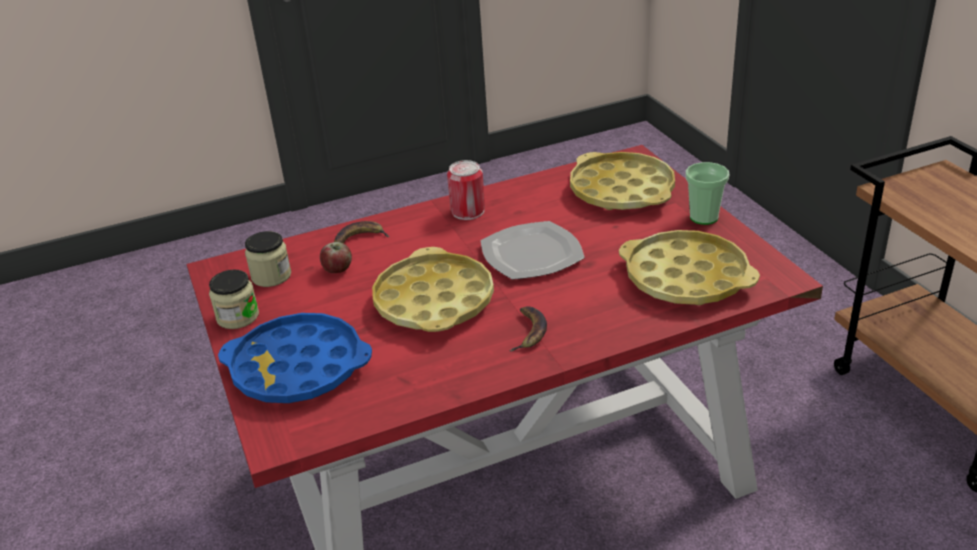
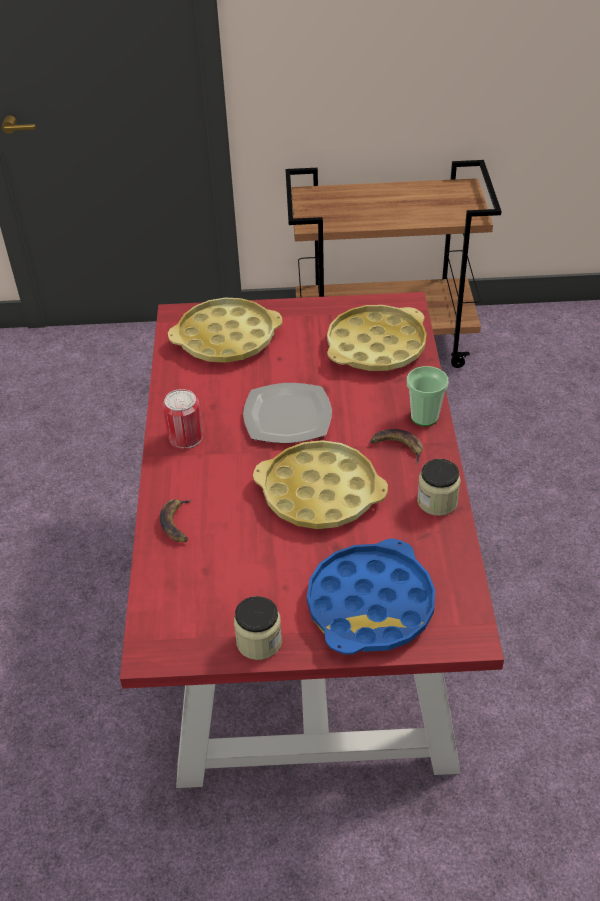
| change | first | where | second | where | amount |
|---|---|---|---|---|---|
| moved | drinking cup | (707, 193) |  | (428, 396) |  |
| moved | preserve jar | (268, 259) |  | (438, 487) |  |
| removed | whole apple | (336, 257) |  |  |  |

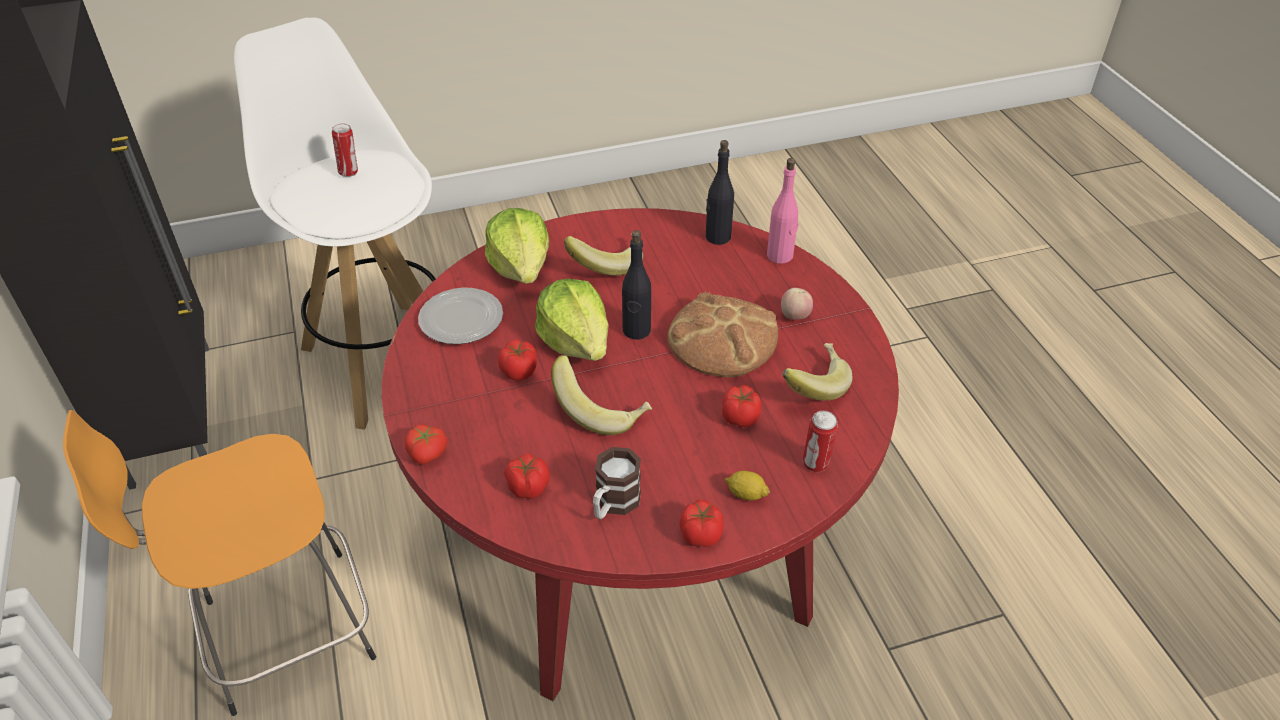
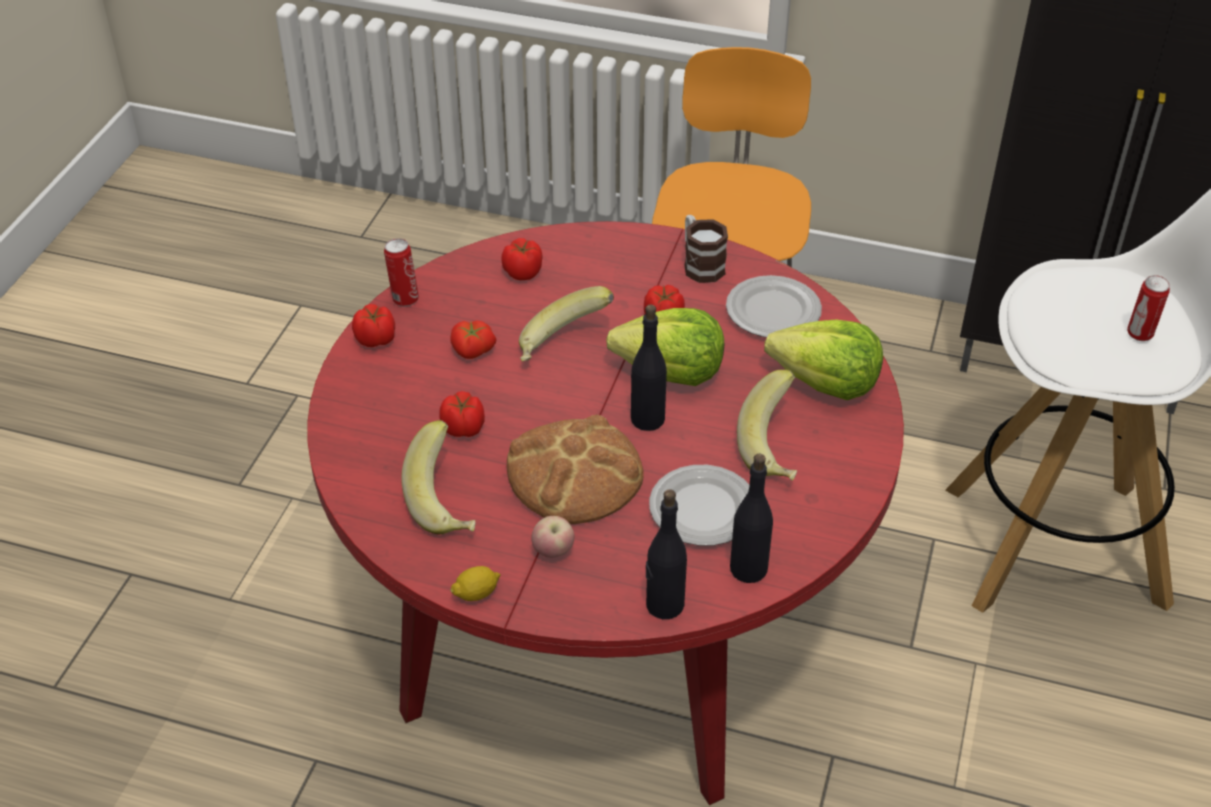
| change | first | where | second | where | amount |
|---|---|---|---|---|---|
| recoloured | pink-coloured bottle | (782, 211) | blackish bottle | (666, 554) |  |
| moved | sealed can | (820, 441) |  | (401, 272) |  |
| moved | tomato | (426, 444) |  | (473, 339) |  |
| moved | coffee mug | (617, 483) |  | (706, 249) |  |
| moved | citrus fruit | (747, 486) |  | (475, 583) |  |
| added |  |  | flat dish | (699, 505) |  |

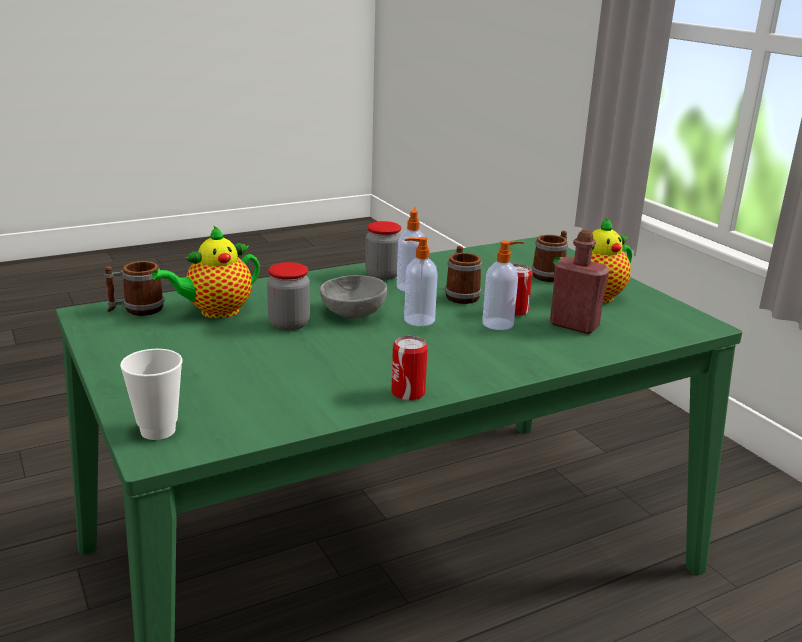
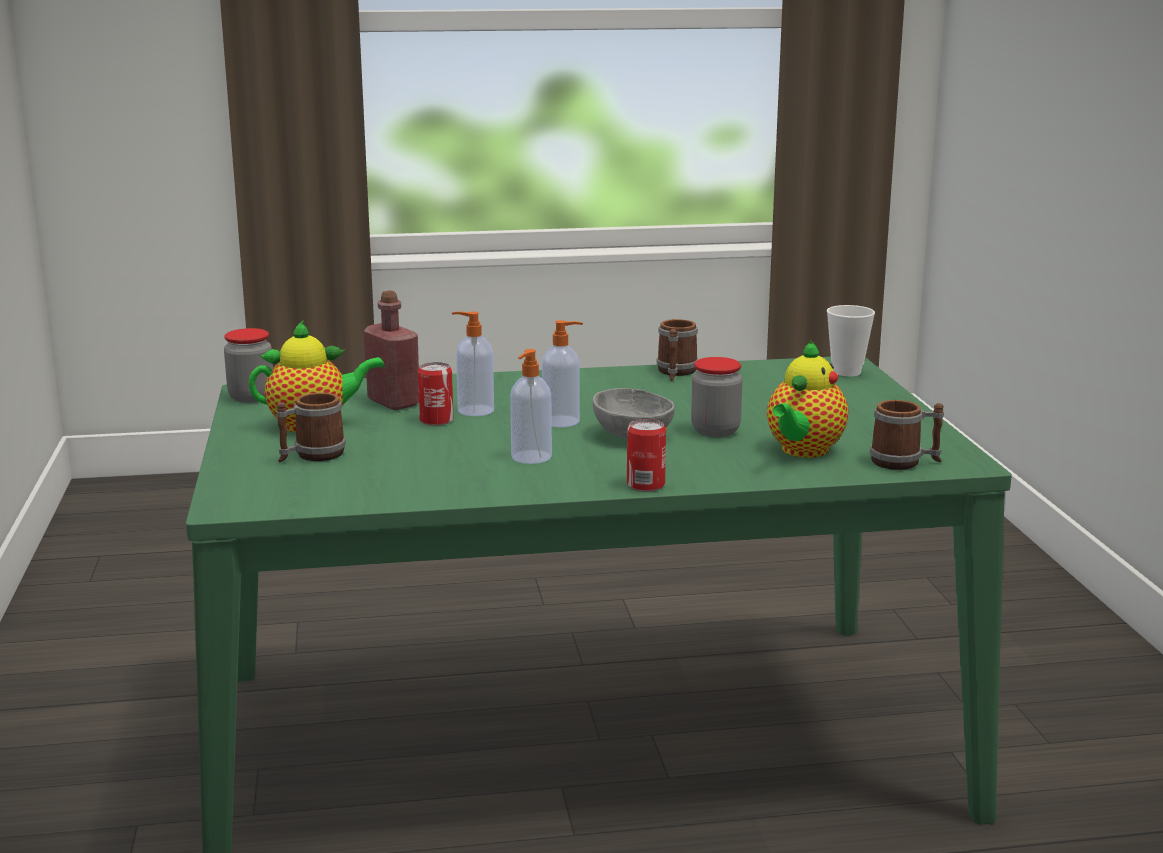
| change | first | where | second | where | amount |
|---|---|---|---|---|---|
| moved | preserve jar | (383, 250) |  | (248, 365) |  |
| turned | tea pot | (206, 271) |  | (807, 399) | 135 degrees clockwise |
| moved | coffee mug | (463, 275) |  | (677, 350) |  |
| moved | sealed can | (409, 368) |  | (646, 455) |  |

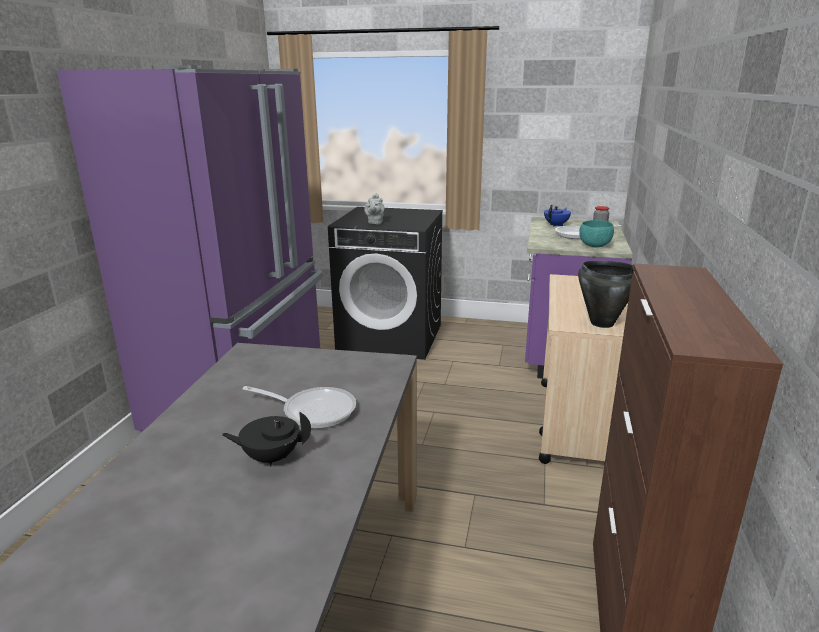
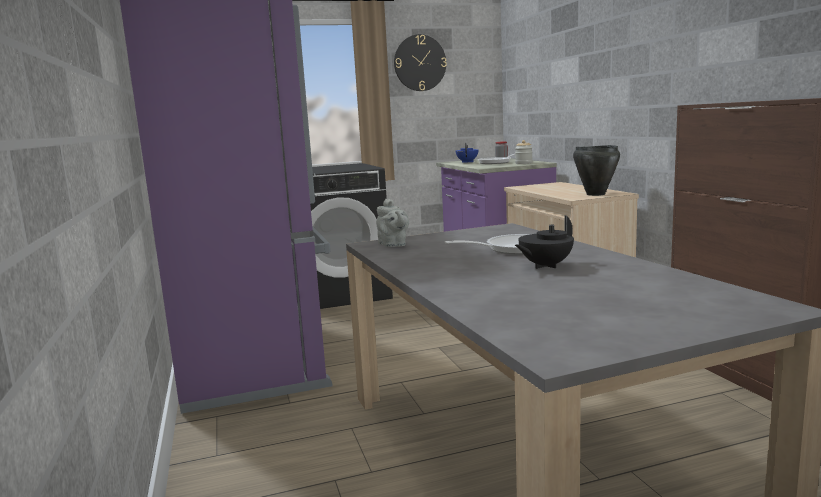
| change | first | where | second | where | amount |
|---|---|---|---|---|---|
| moved | greyish tea pot | (374, 208) |  | (392, 223) |  |
| replaced | blue-green deep dish | (596, 233) | preserve jar | (524, 152) |  |
| added |  |  | clock on the wall | (420, 62) |  |

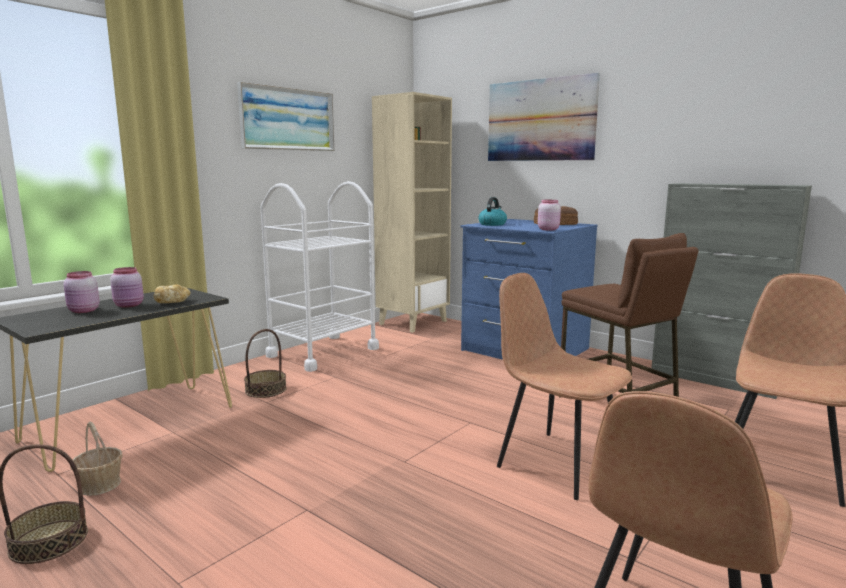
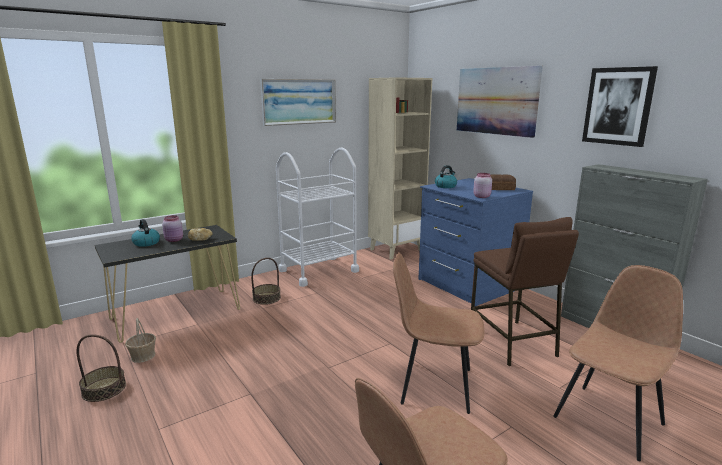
| change | first | where | second | where | amount |
|---|---|---|---|---|---|
| replaced | pink-coloured preserve jar | (82, 292) | tea kettle | (145, 233) |  |
| turned | brownish upright chair | (564, 386) |  | (438, 333) | 45 degrees counterclockwise |
| added |  |  | wall art | (620, 106) |  |

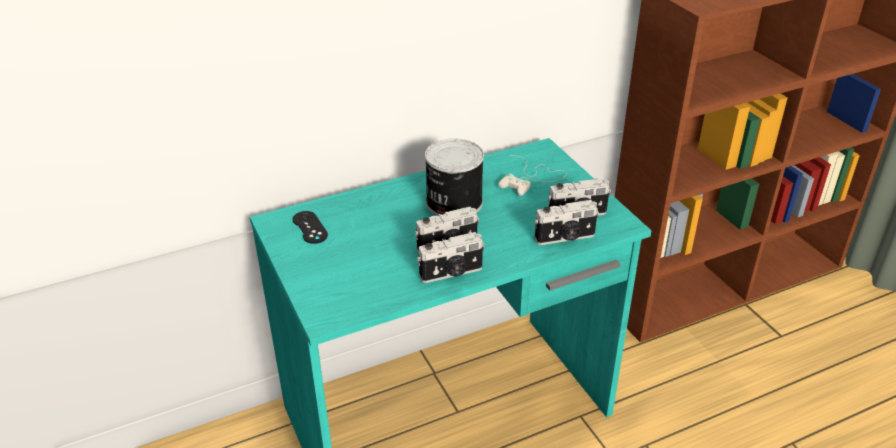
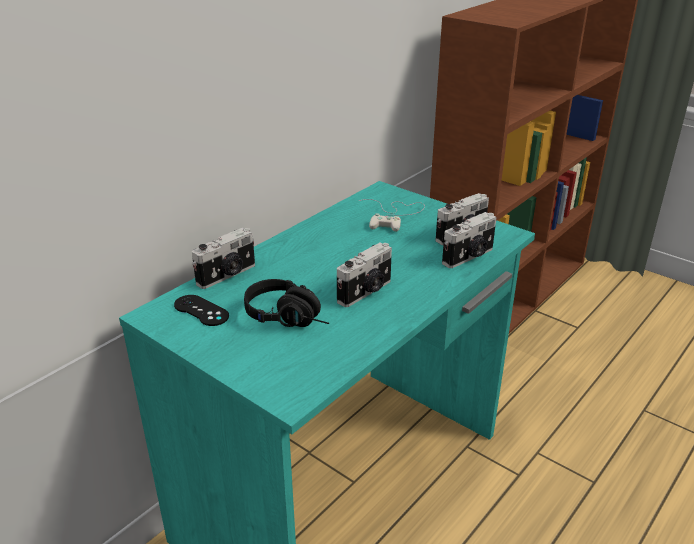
| change | first | where | second | where | amount |
|---|---|---|---|---|---|
| removed | sealed can | (454, 177) |  |  |  |
| moved | still camera | (451, 257) |  | (223, 258) |  |
| added |  |  | blackish headphones | (286, 303) |  |

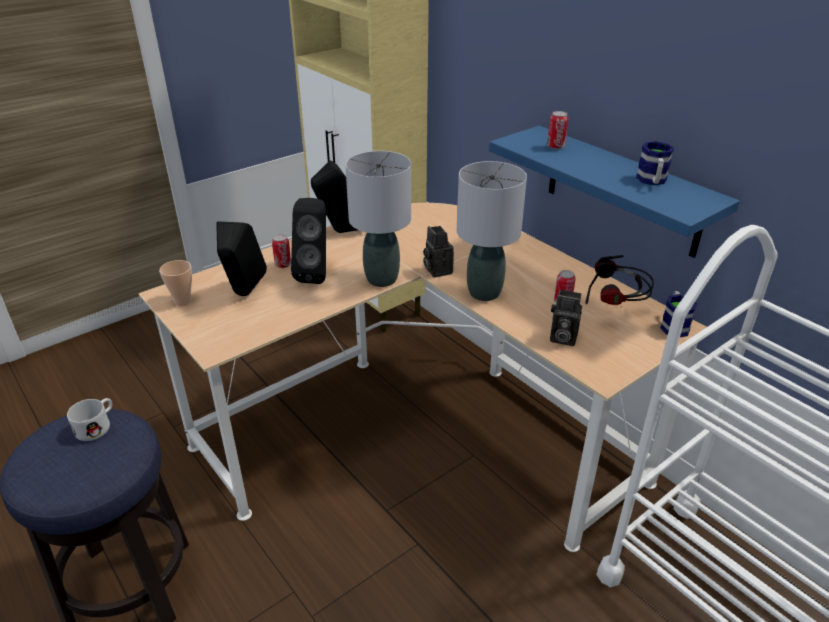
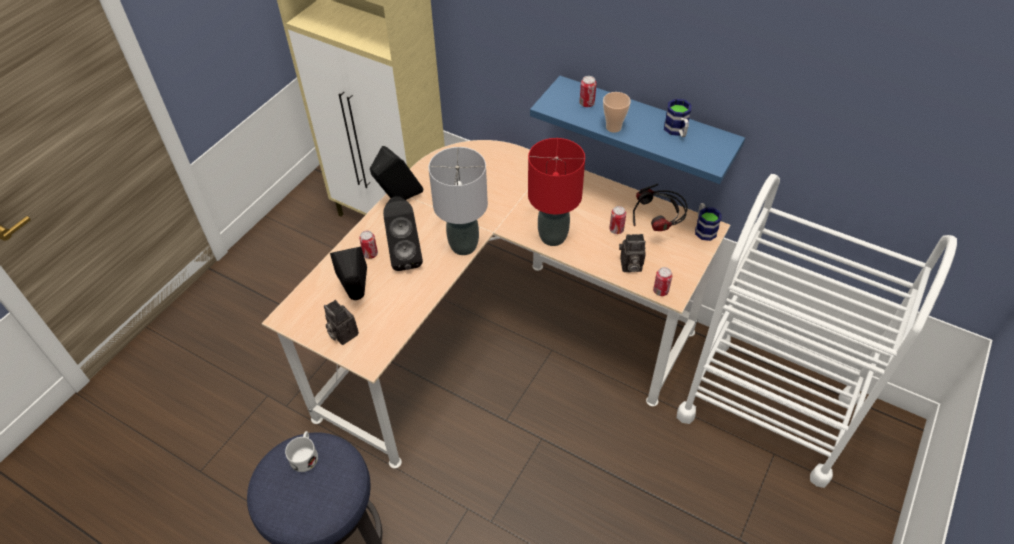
| change | first | where | second | where | amount |
|---|---|---|---|---|---|
| recoloured | greyish table lamp | (492, 231) | reddish table lamp | (556, 192) |  |
| moved | still camera | (438, 252) |  | (341, 322) |  |
| moved | drinking cup | (175, 282) |  | (617, 112) |  |
| added |  |  | sealed can | (663, 281) |  |

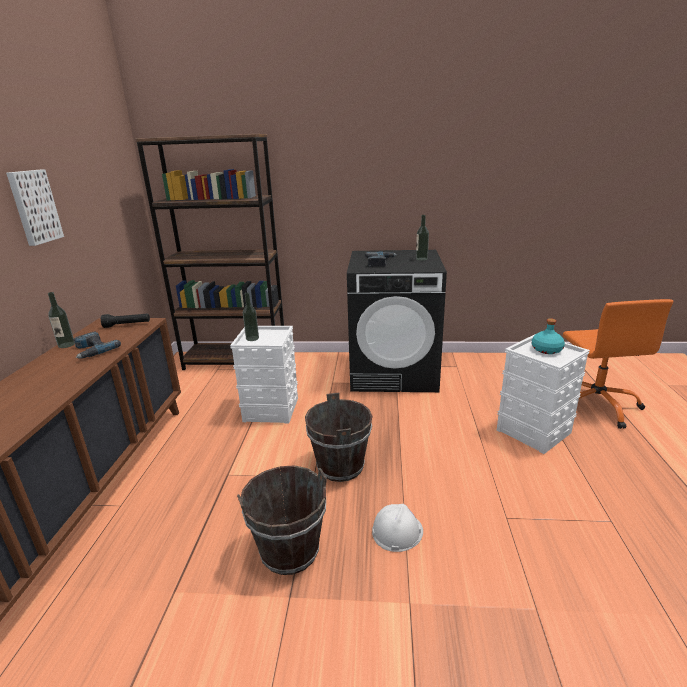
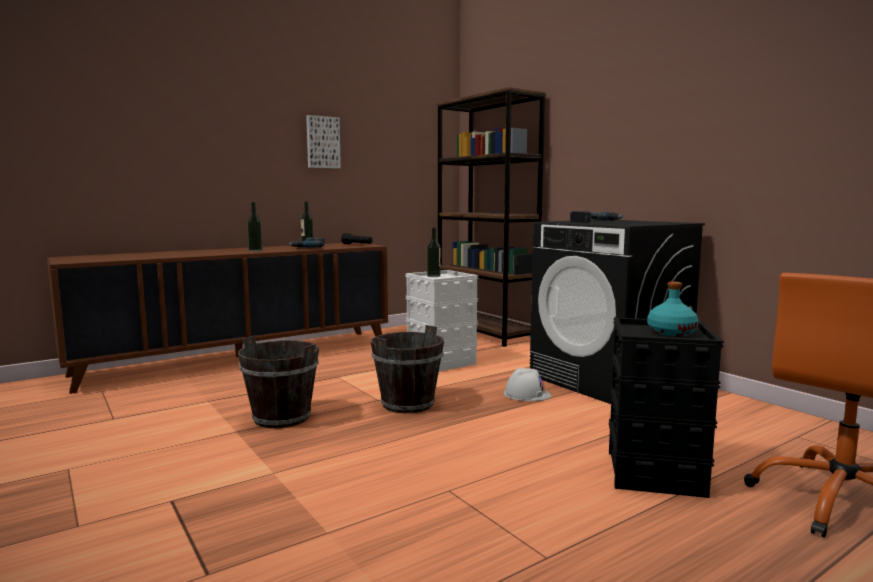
| change | first | where | second | where | amount |
|---|---|---|---|---|---|
| moved | bottle | (422, 238) |  | (254, 226) |  |
| recoloured | whitish storage box | (543, 394) | blackish storage box | (666, 408) |  |
| moved | whitish work helmet | (397, 528) |  | (527, 384) |  |

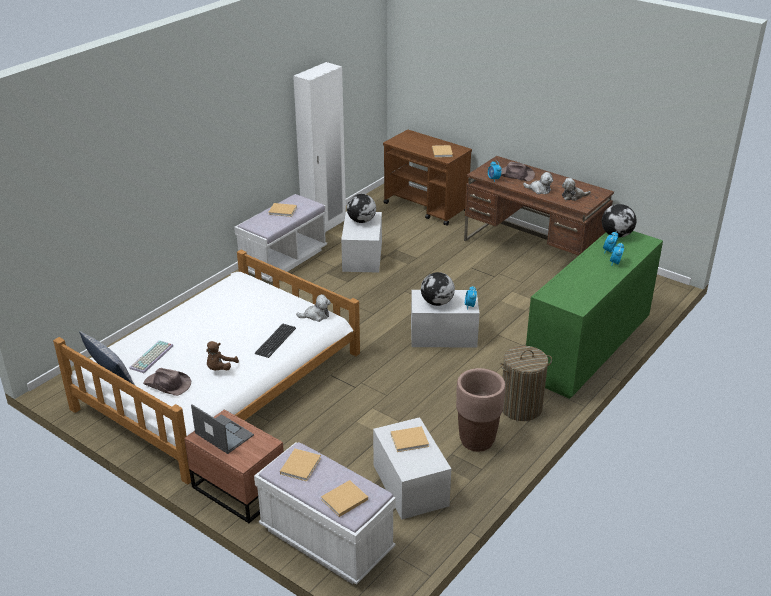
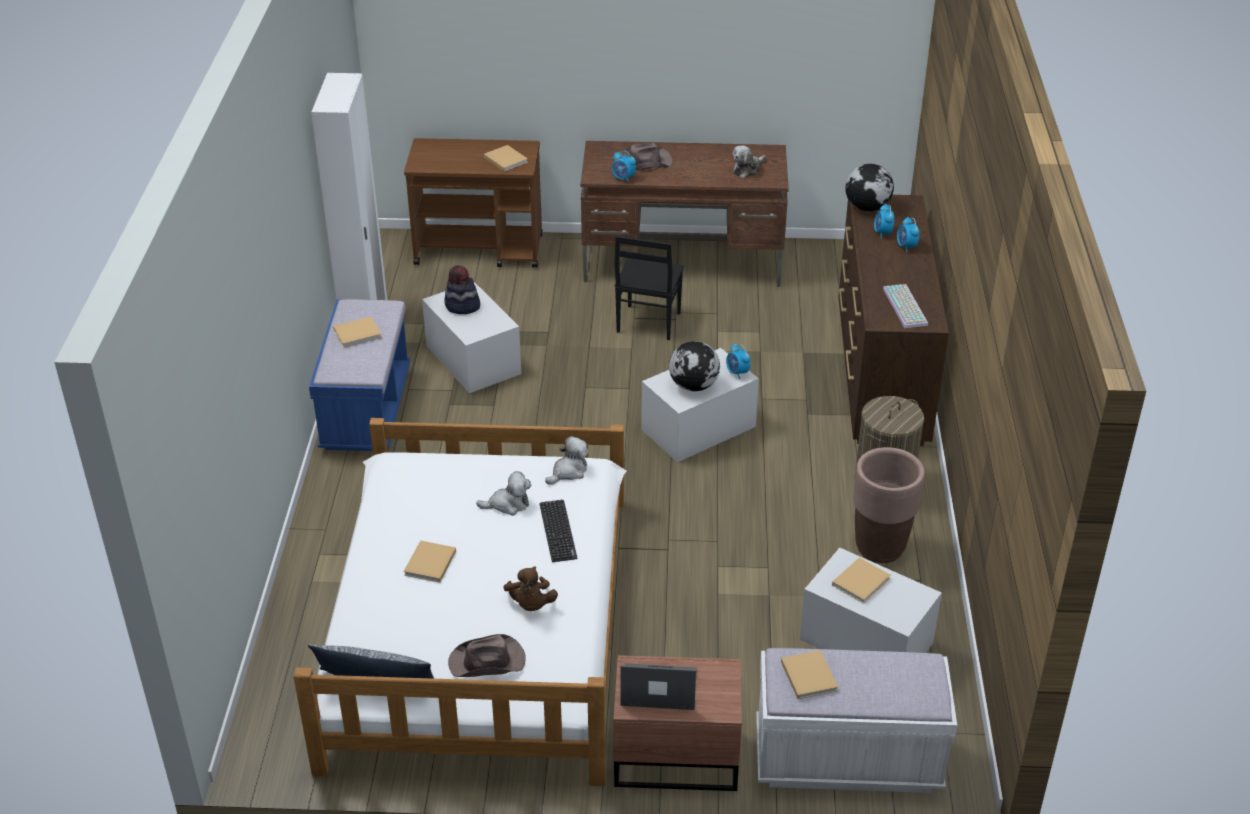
| change | first | where | second | where | amount |
|---|---|---|---|---|---|
| moved | soft toy | (538, 183) |  | (503, 493) |  |
| recoloured | whitish long seat | (280, 238) | bluish long seat | (359, 375) |  |
| replaced | desk globe | (361, 208) | hat | (462, 289) |  |
| recoloured | green chest of drawers | (594, 315) | brownish chest of drawers | (893, 320) |  |
| moved | computer keyboard | (151, 356) |  | (905, 306) |  |
| moved | beige-coloured bound book | (344, 498) |  | (430, 561) |  |
| added |  |  | blackish upright chair | (649, 288) |  |

